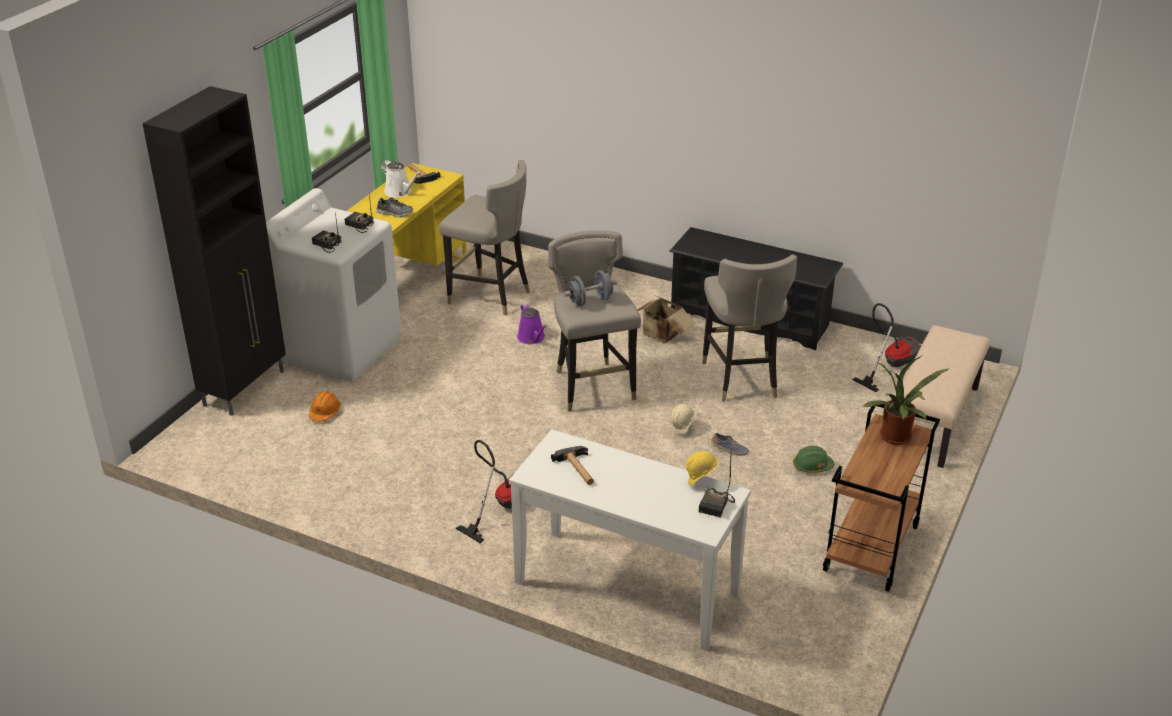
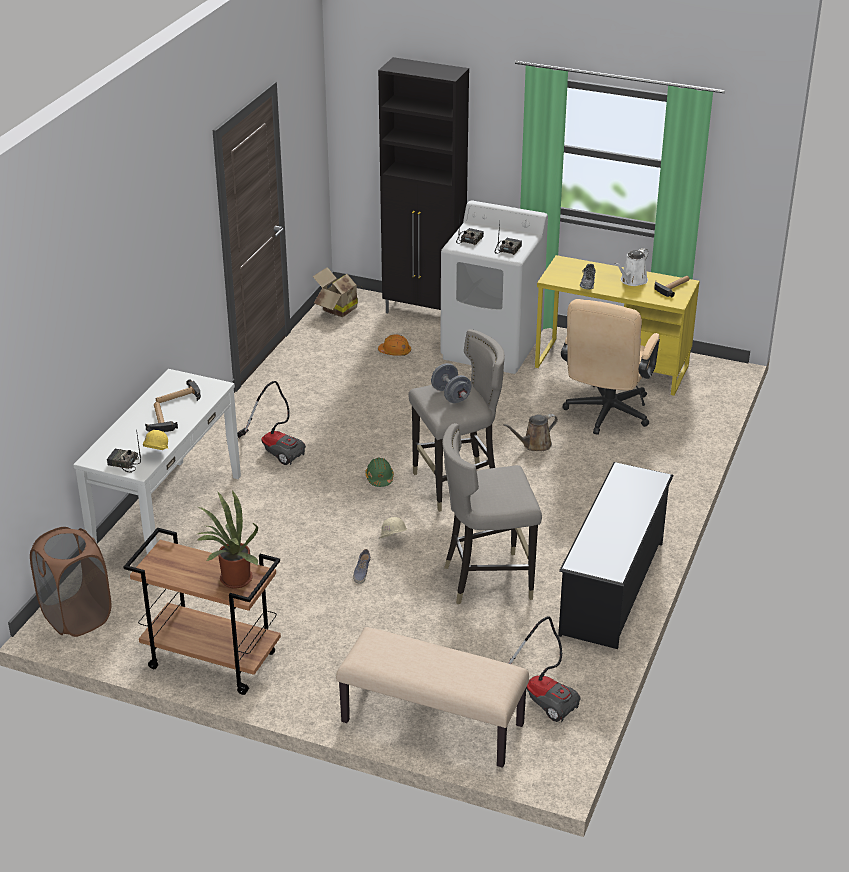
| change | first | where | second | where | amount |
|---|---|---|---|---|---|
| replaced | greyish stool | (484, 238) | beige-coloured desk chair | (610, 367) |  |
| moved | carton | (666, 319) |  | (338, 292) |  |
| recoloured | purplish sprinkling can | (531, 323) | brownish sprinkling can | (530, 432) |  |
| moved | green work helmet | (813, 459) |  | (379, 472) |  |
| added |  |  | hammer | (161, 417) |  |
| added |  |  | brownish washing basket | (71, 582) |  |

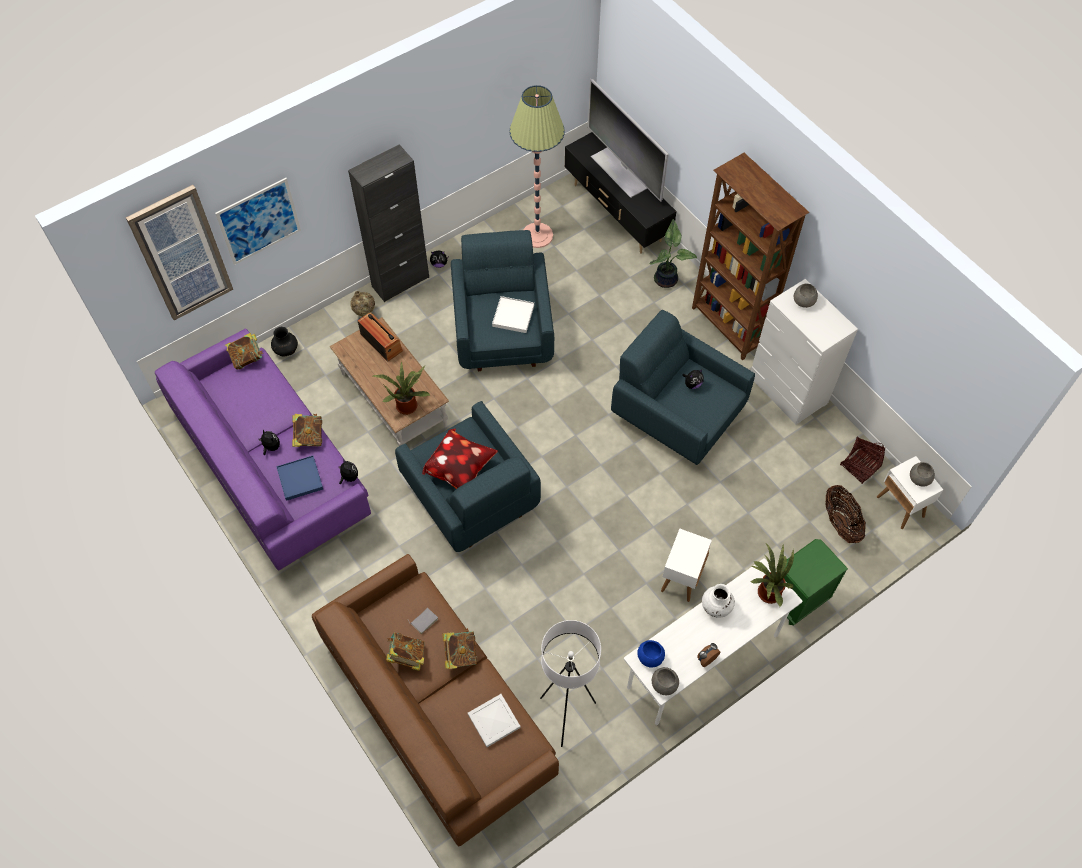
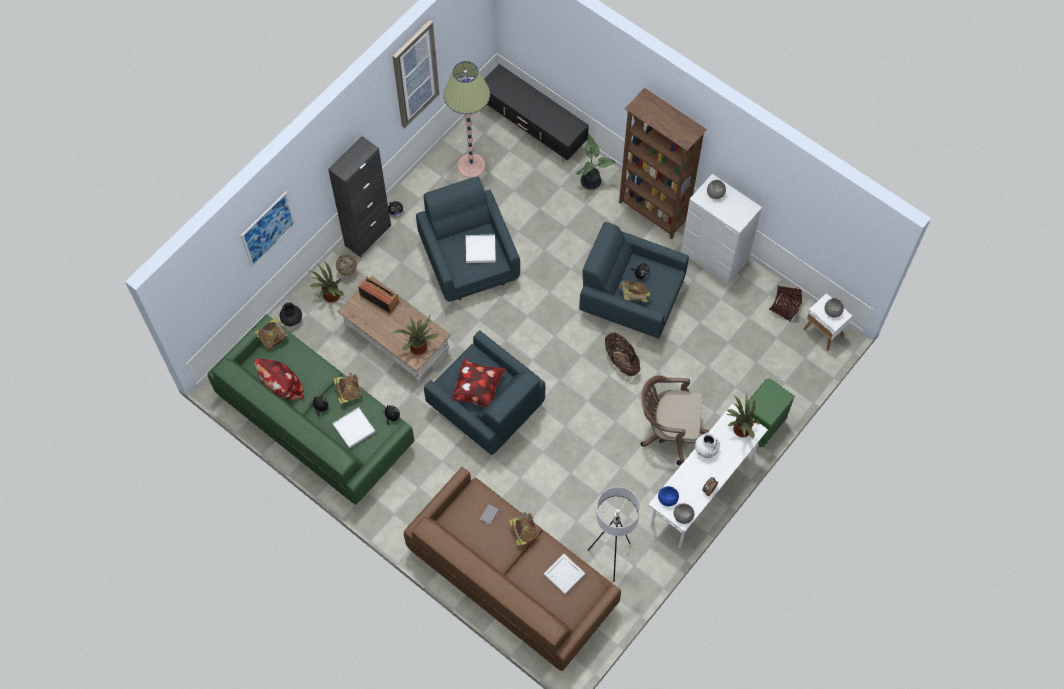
| change | first | where | second | where | amount |
|---|---|---|---|---|---|
| removed | TV | (628, 140) |  |  |  |
| moved | wall art | (179, 252) |  | (416, 74) |  |
| recoloured | purplish couch | (263, 449) | green couch | (310, 409) |  |
| recoloured | bluish tray | (299, 478) | whitish tray | (354, 428) |  |
| moved | storage basket | (846, 514) |  | (622, 354) |  |
| replaced | whitish side table | (686, 565) | brownish desk chair | (675, 420) |  |
| moved | bound book | (405, 652) |  | (634, 291) |  |
| added |  |  | plant in a pot | (325, 282) |  |
| added |  |  | cushion | (279, 379) |  |

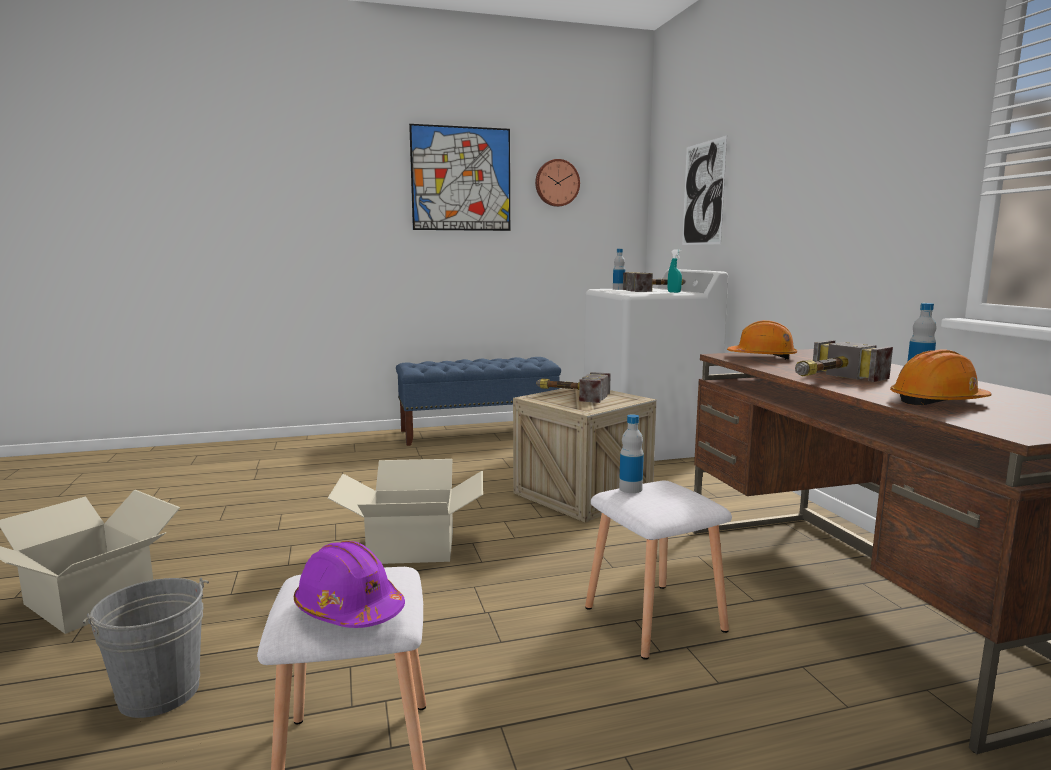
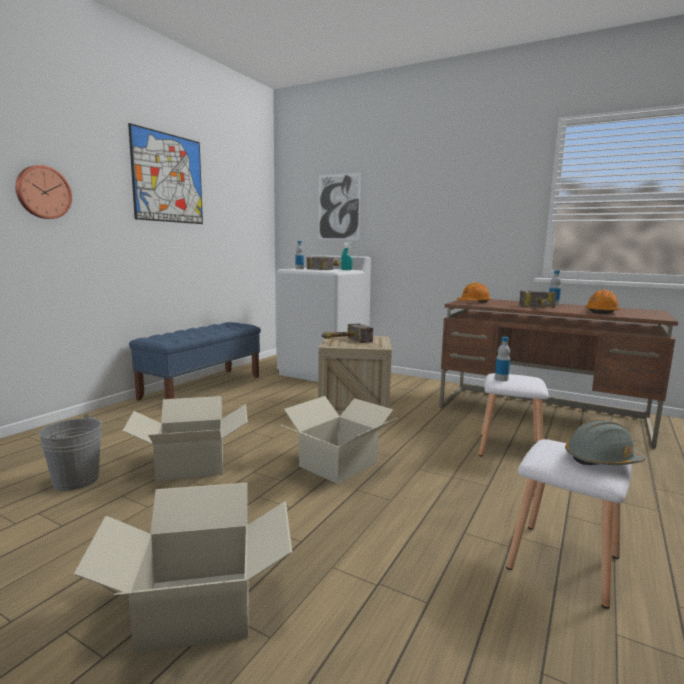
| change | first | where | second | where | amount |
|---|---|---|---|---|---|
| moved | clock on the wall | (557, 183) |  | (43, 192) |  |
| recoloured | purplish work helmet | (349, 584) | greyish work helmet | (605, 442) |  |
| moved | greyish water bucket | (146, 648) |  | (70, 452) |  |
| added |  |  | carton | (185, 438) |  |

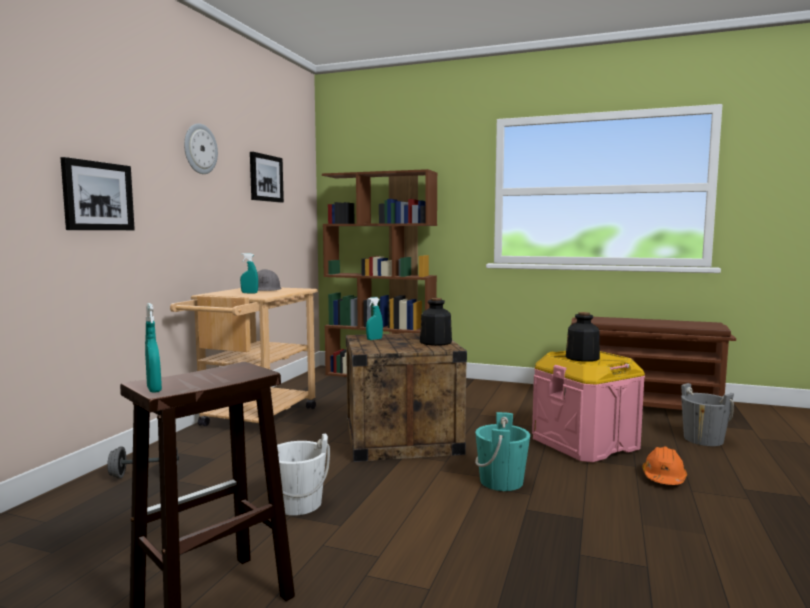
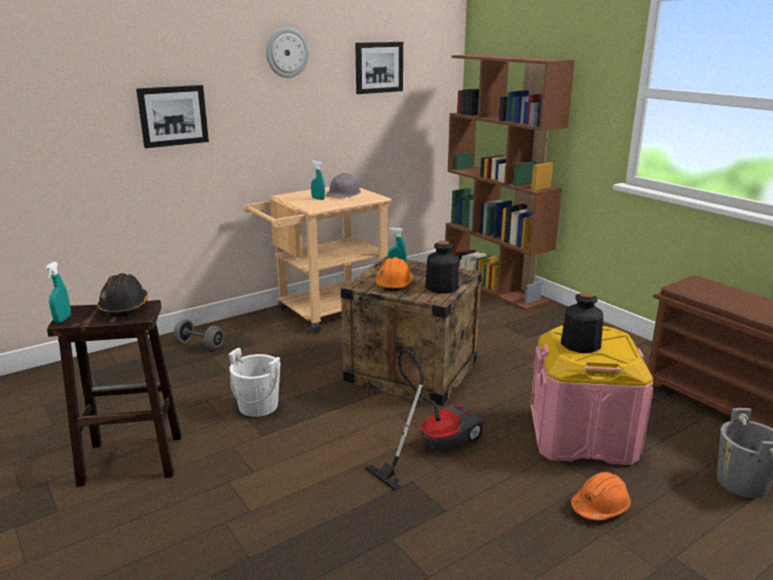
| change | first | where | second | where | amount |
|---|---|---|---|---|---|
| replaced | blue-green water bucket | (502, 451) | vacuum cleaner | (425, 420) |  |
| added |  |  | orange-coloured work helmet | (394, 274) |  |
| added |  |  | blackish work helmet | (122, 295) |  |

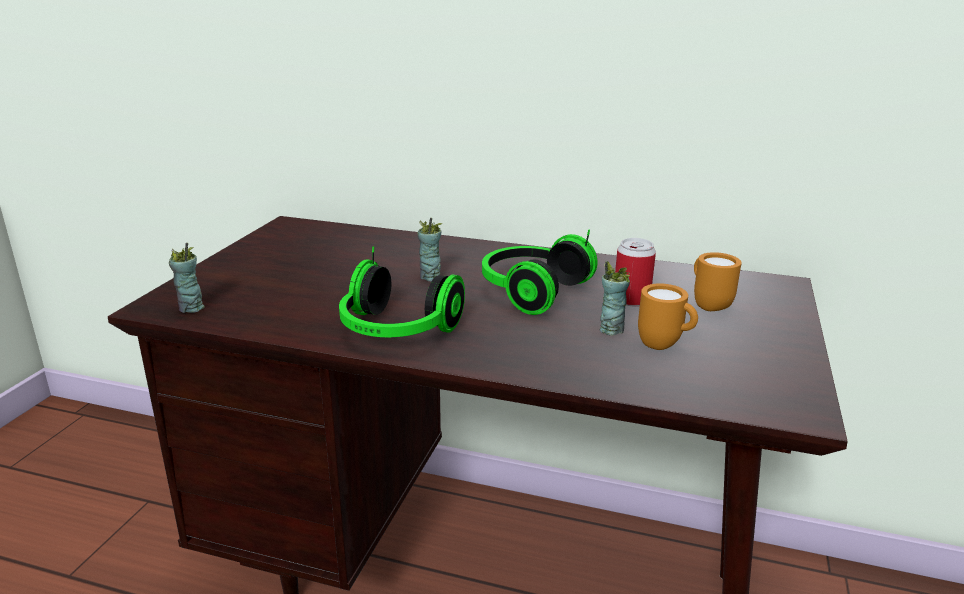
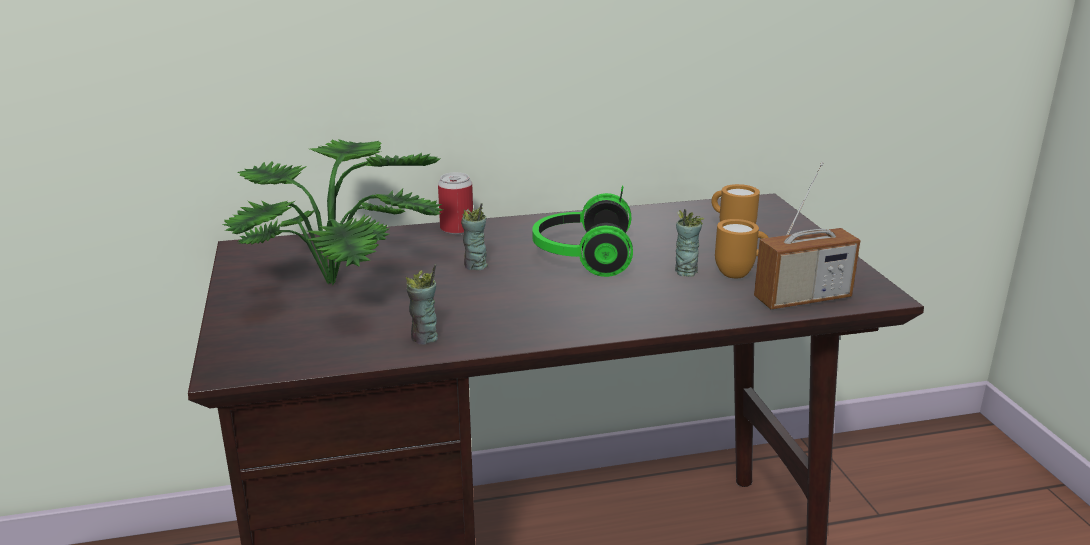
| change | first | where | second | where | amount |
|---|---|---|---|---|---|
| moved | sealed can | (635, 272) |  | (455, 203) |  |
| moved | drinking cup | (187, 278) |  | (422, 304) |  |
| removed | headphones | (402, 291) |  |  |  |
| added |  |  | plant in a pot | (332, 212) |  |
| added |  |  | radio set | (807, 235) |  |

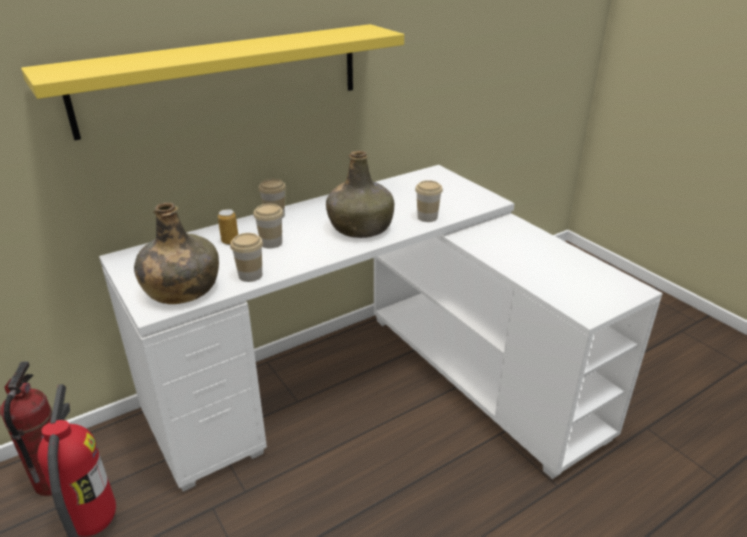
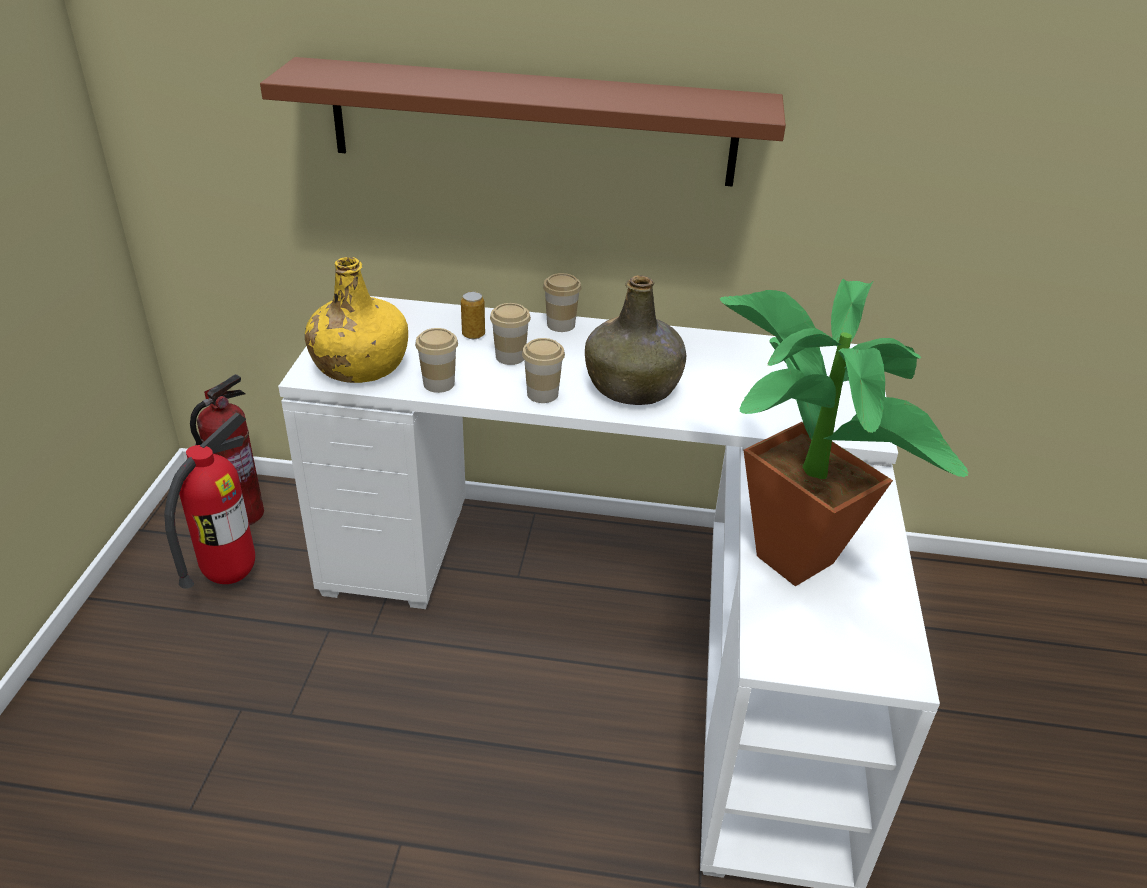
| change | first | where | second | where | amount |
|---|---|---|---|---|---|
| recoloured | yellowish wall shelf | (212, 82) | brownish wall shelf | (523, 122) |  |
| moved | drinking cup | (429, 201) |  | (543, 370) |  |
| recoloured | green bottle | (176, 253) | yellowish bottle | (356, 320) |  |
| added |  |  | plant in a pot | (844, 433) |  |

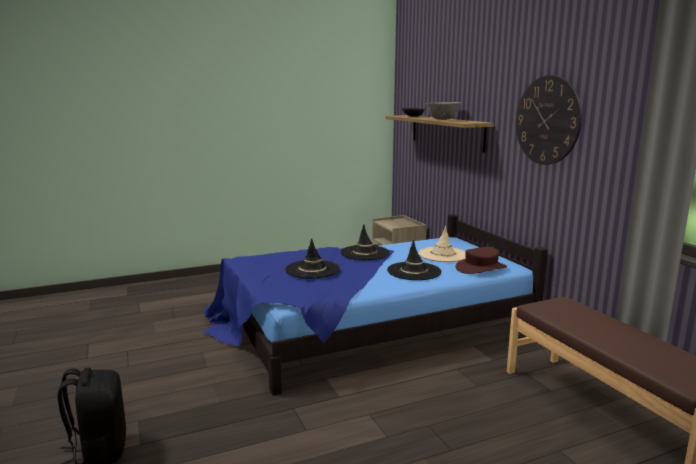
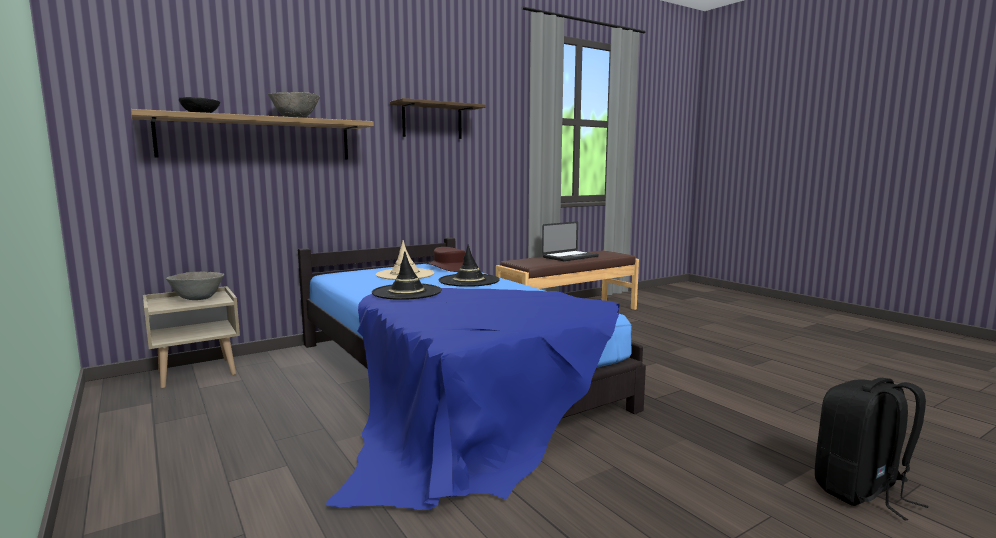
| change | first | where | second | where | amount |
|---|---|---|---|---|---|
| replaced | clock on the wall | (549, 120) | wall shelf | (438, 118) |  |
| removed | blackish hat | (312, 258) |  |  |  |
| added |  |  | notebook computer | (570, 241) |  |
| added |  |  | greyish deep dish | (195, 286) |  |

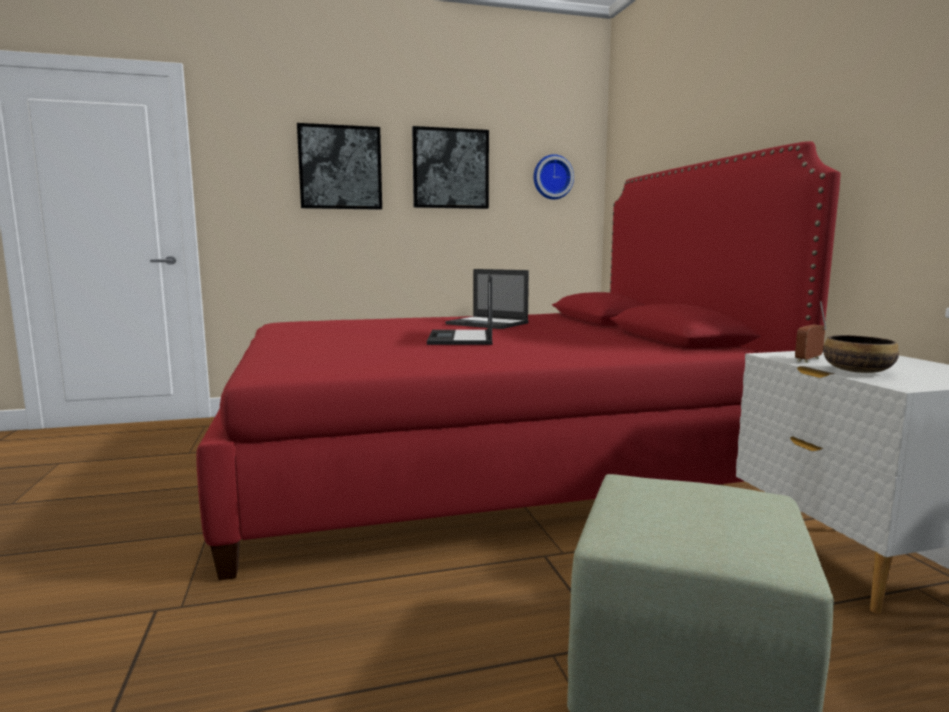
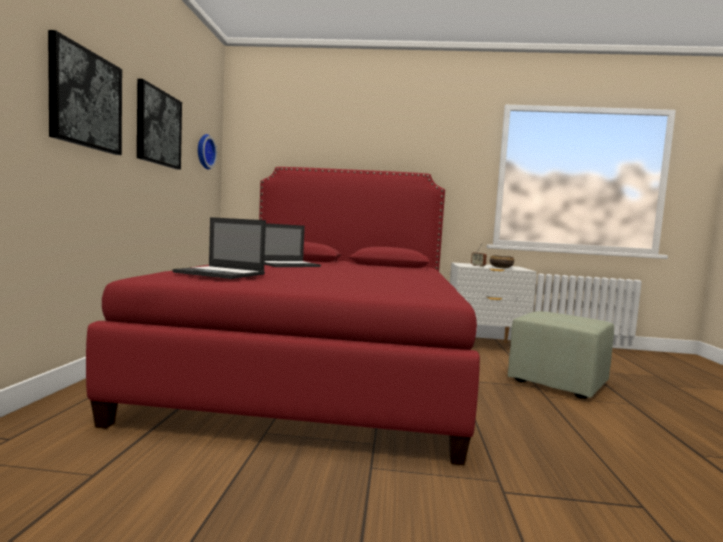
| change | first | where | second | where | amount |
|---|---|---|---|---|---|
| moved | notebook computer | (460, 309) |  | (219, 248) |  |

